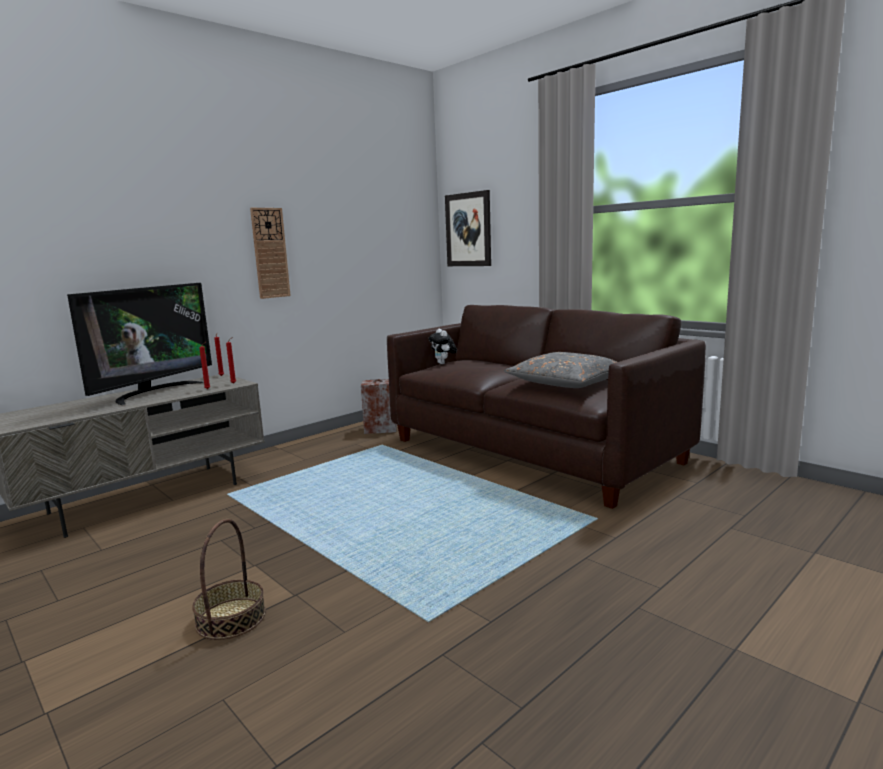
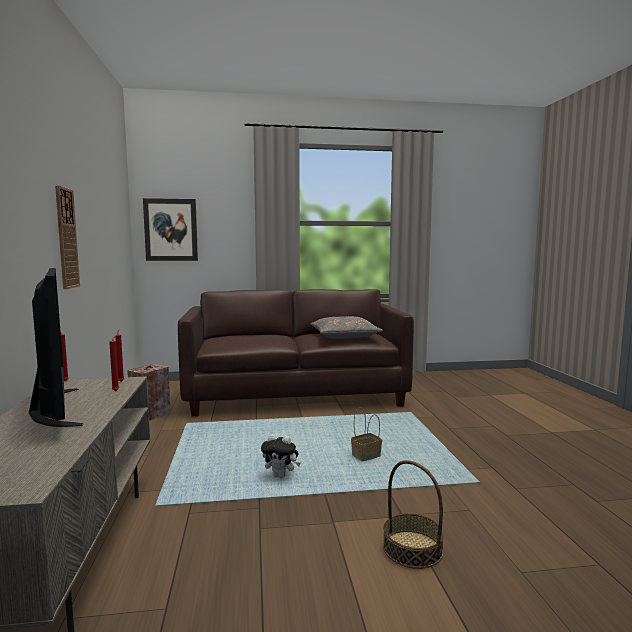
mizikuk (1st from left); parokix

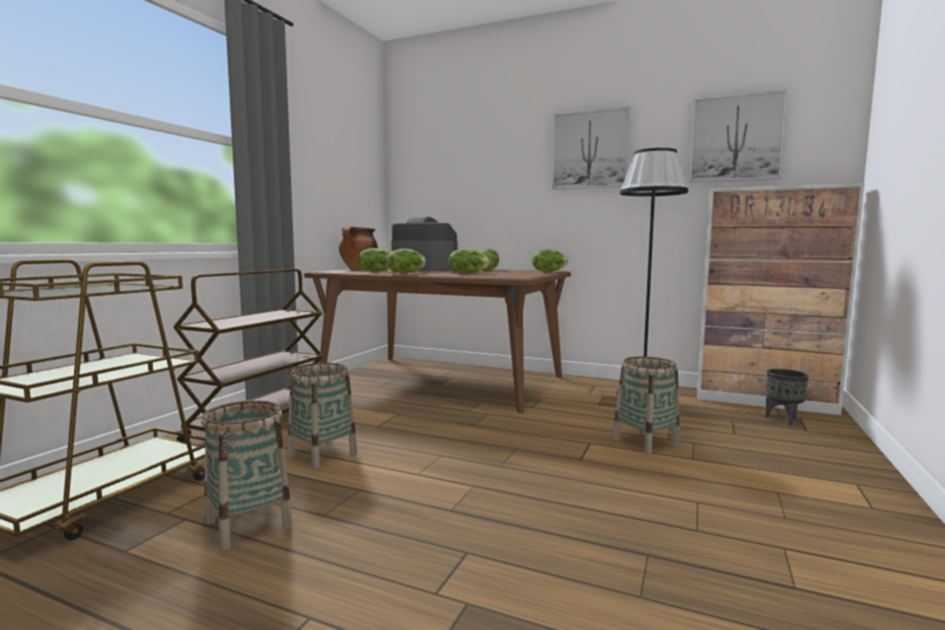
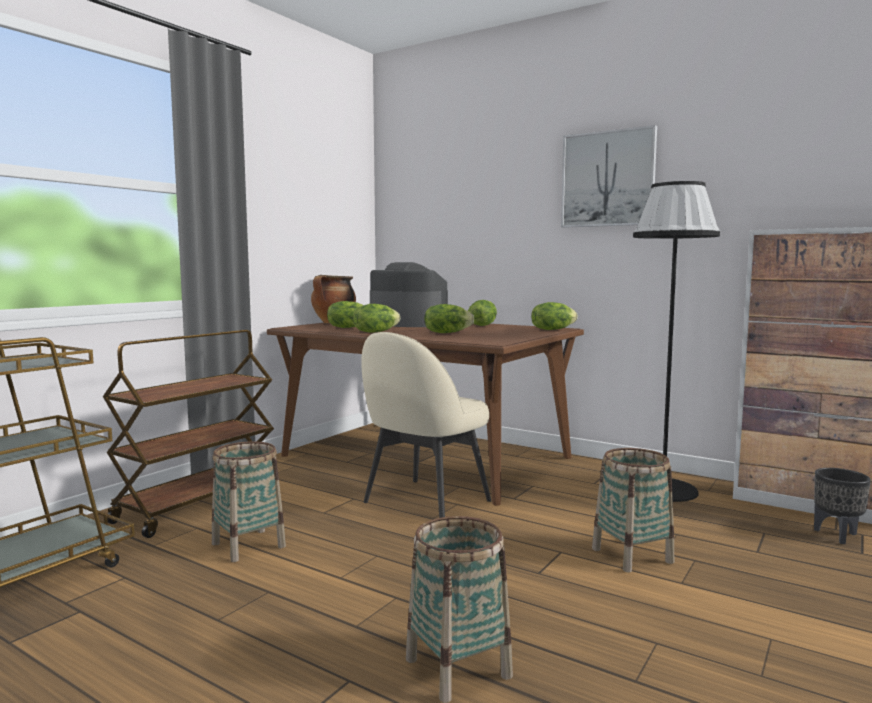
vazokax (2nd from left in the first image); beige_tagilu; mizikuk (2nd from left)

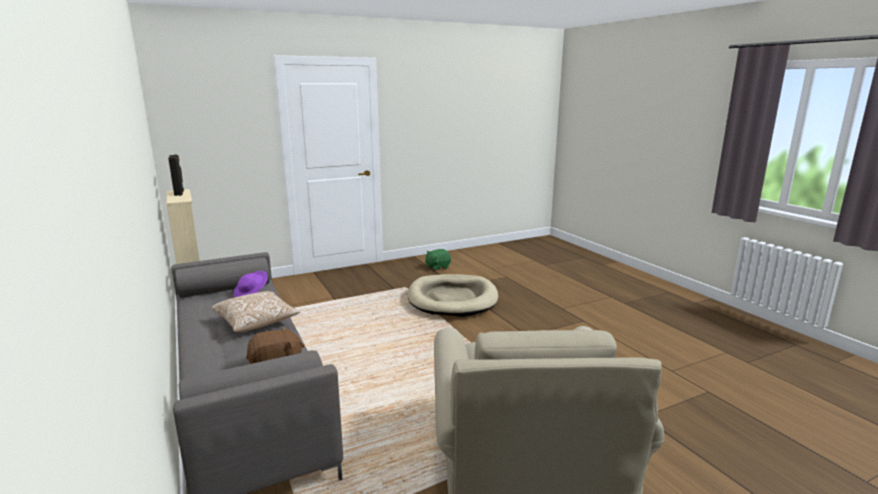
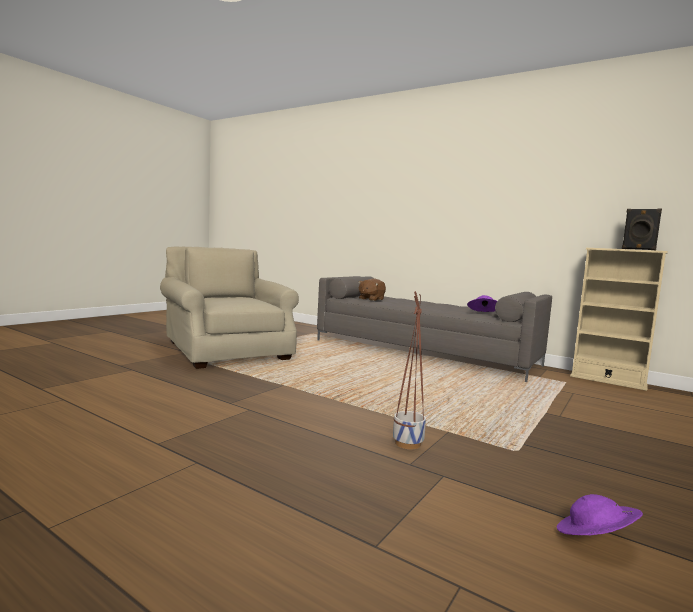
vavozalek; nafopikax; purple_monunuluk (2nd from left)

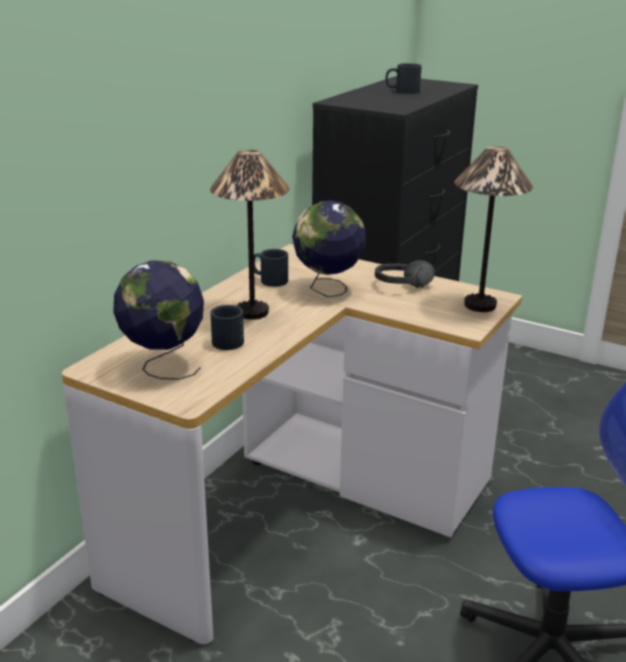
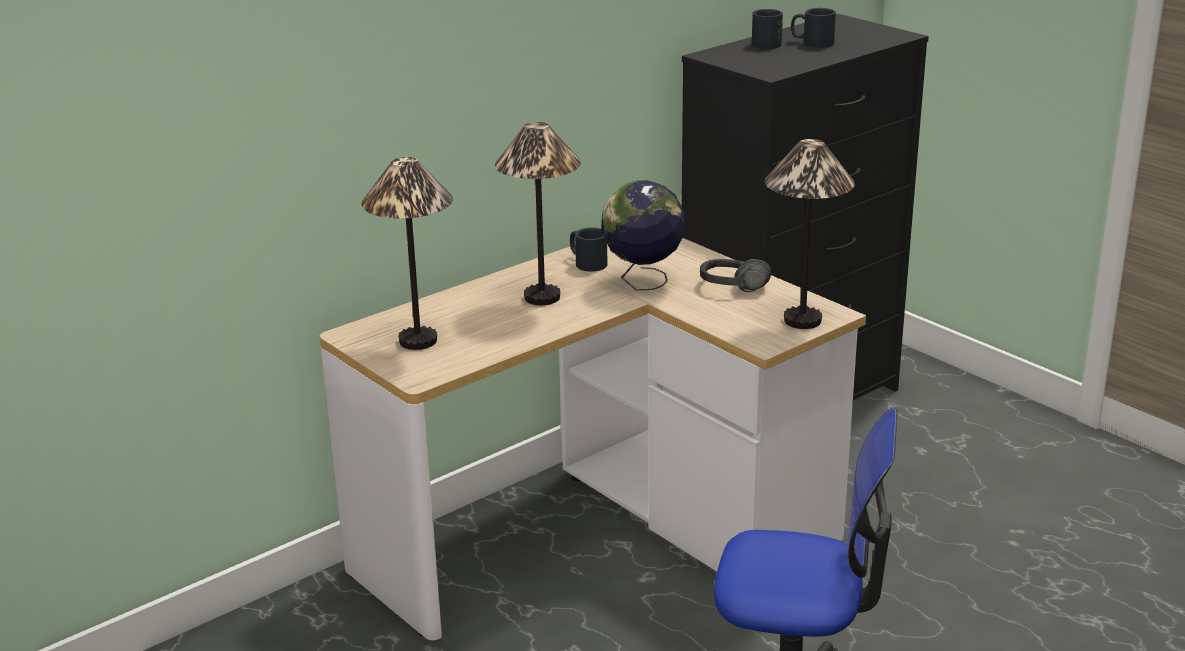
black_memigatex (2nd from left); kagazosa (1st from left)

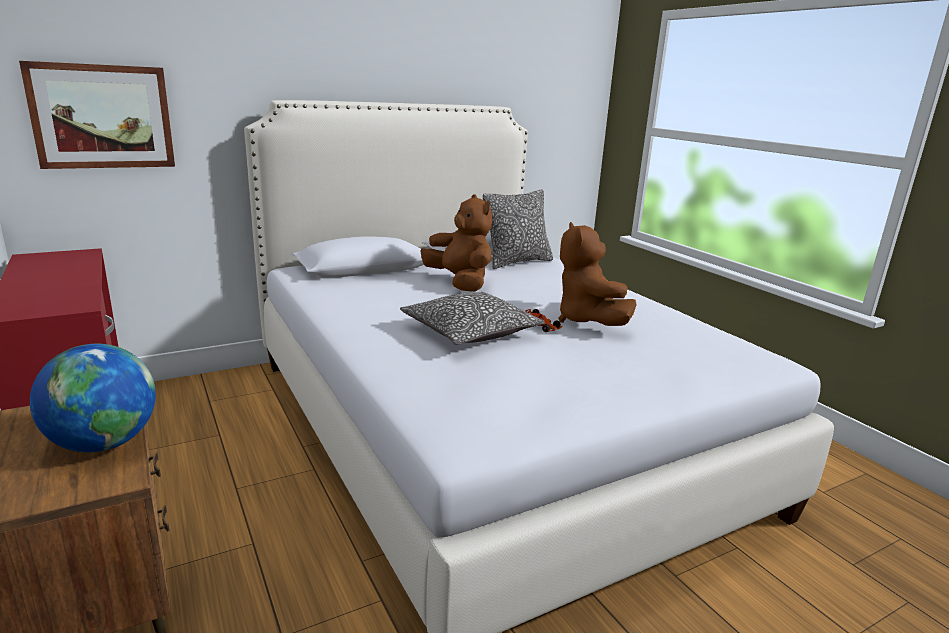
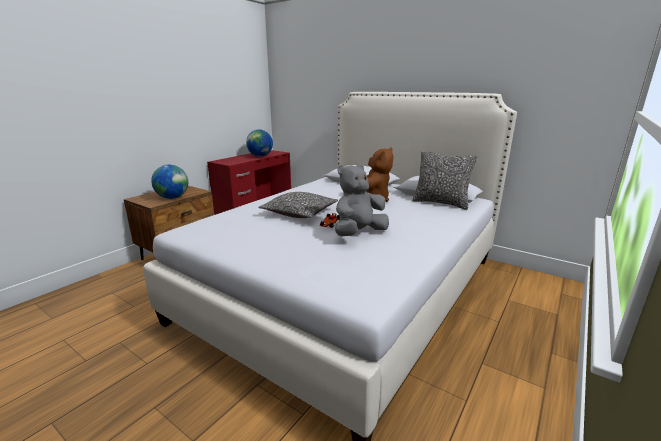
vazokax; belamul (2nd from left); grey_parokix

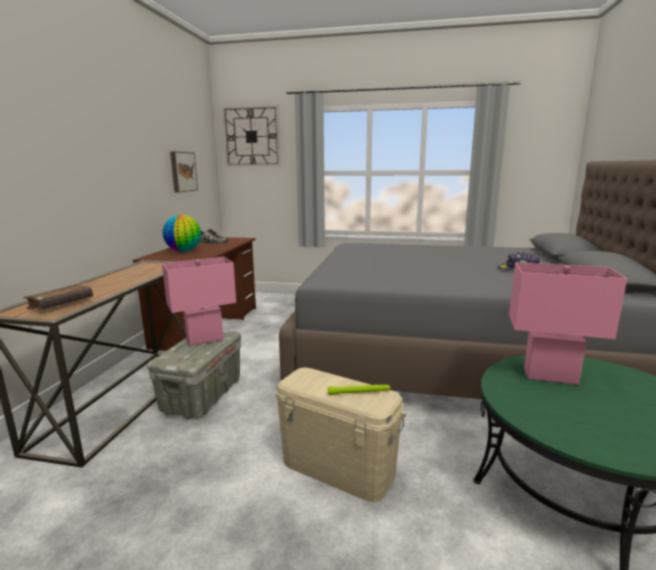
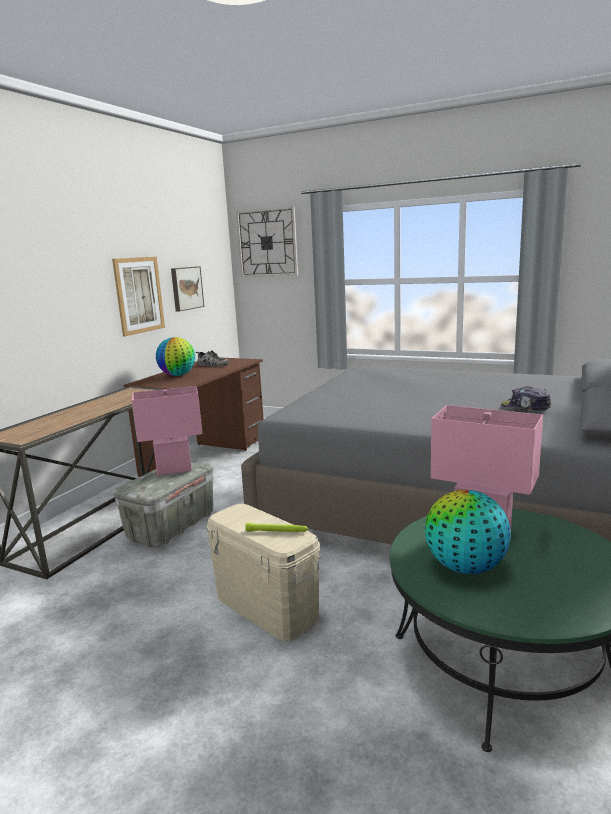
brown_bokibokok; vazokax (1st from left); belamul (2nd from left)

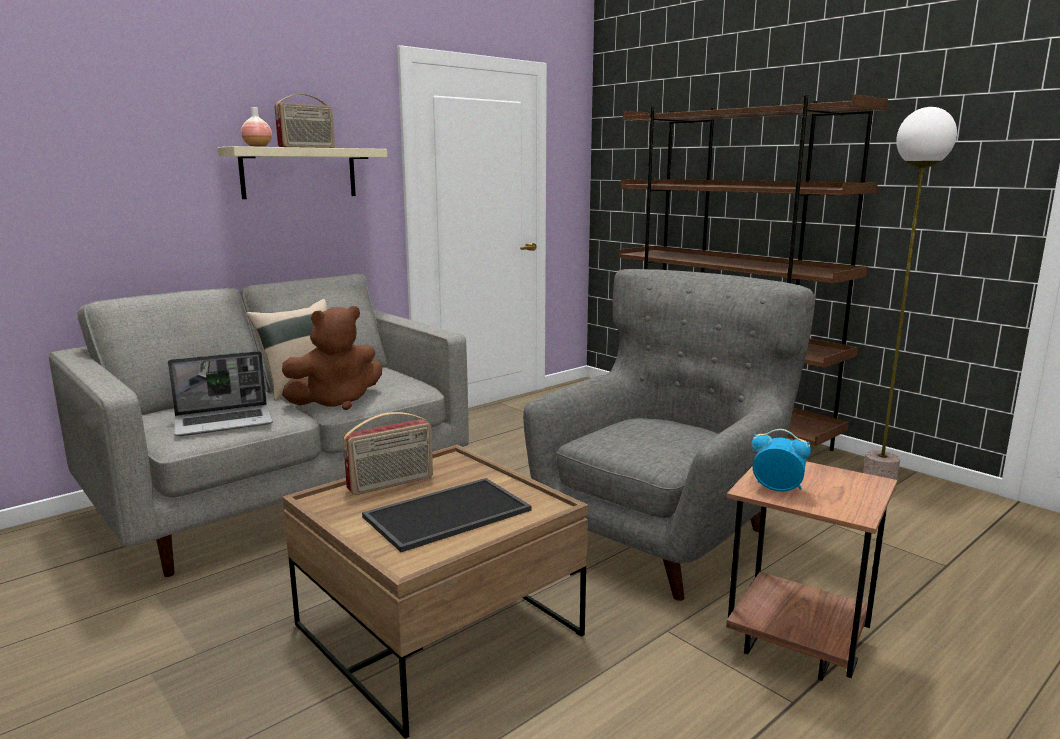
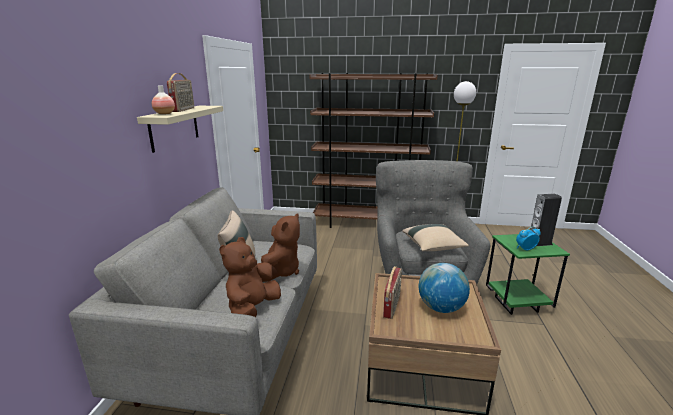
beige_vavozalek (2nd from left); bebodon; brown_parokix (1st from left); belamul; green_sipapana

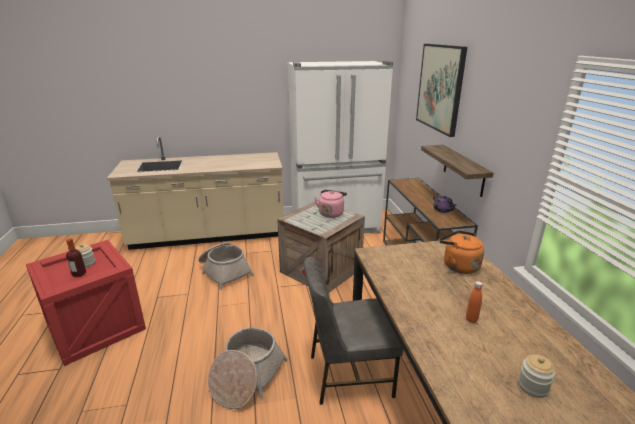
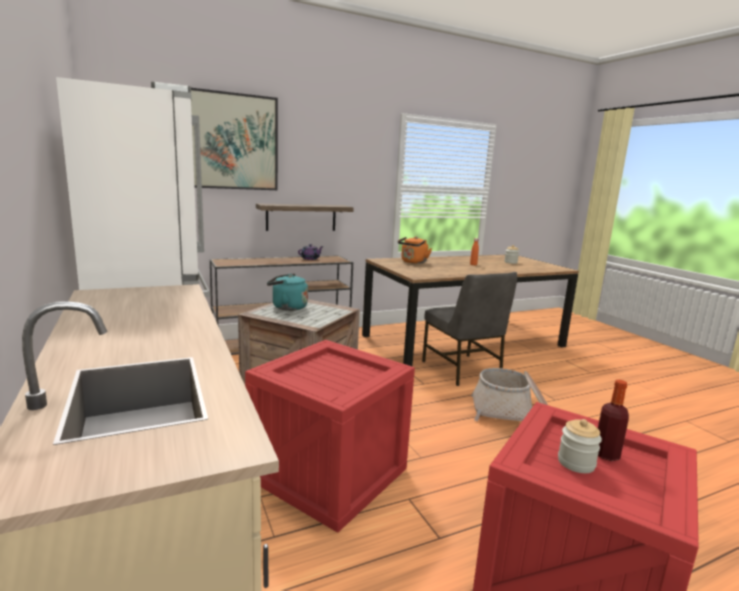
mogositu (2nd from left); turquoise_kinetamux

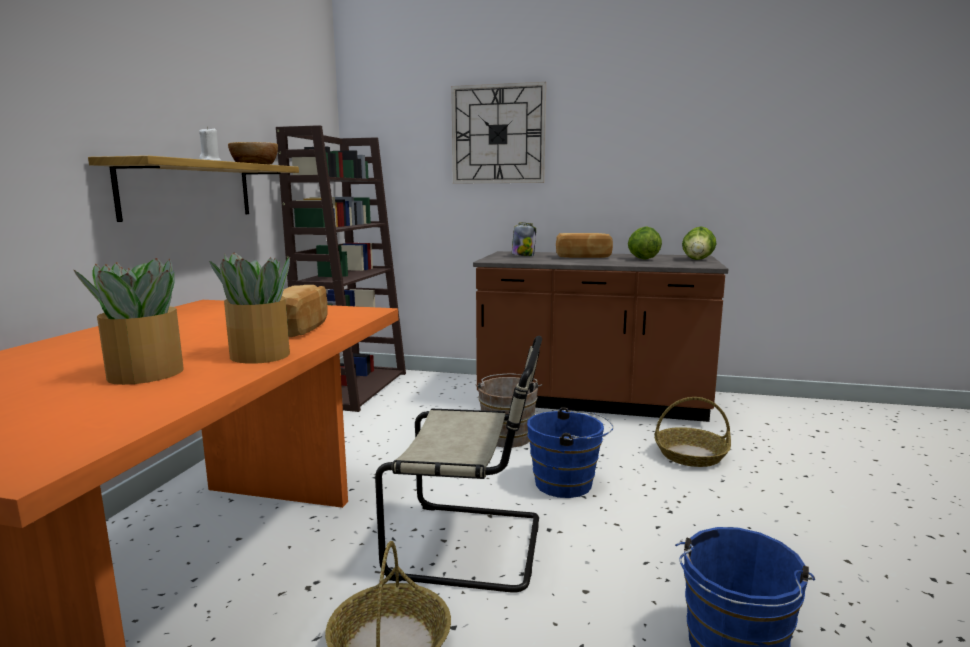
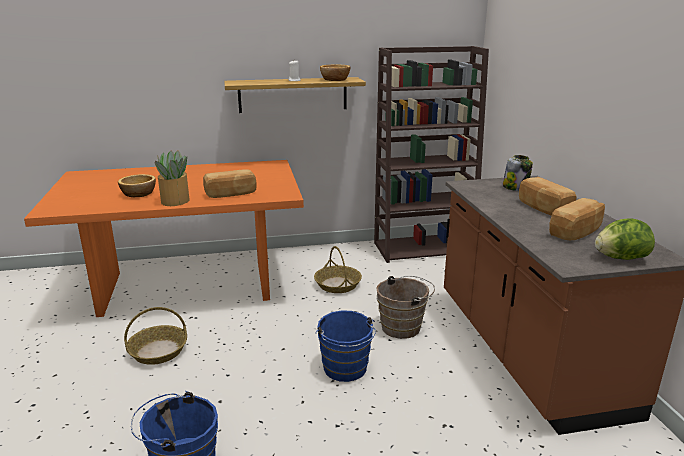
beige_tagilu; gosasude; mizikuk (2nd from left); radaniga (1st from left); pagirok (3rd from left)

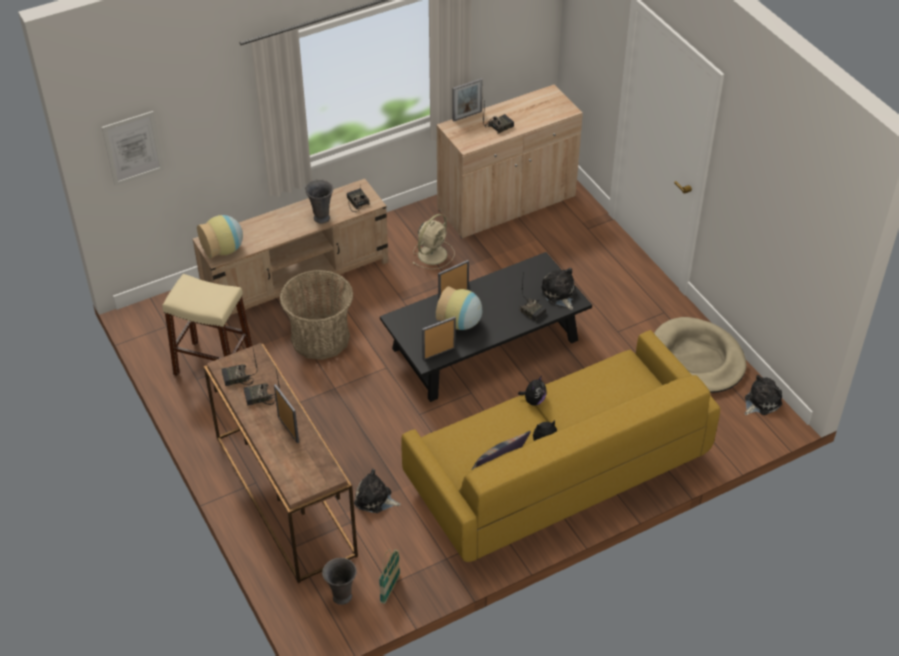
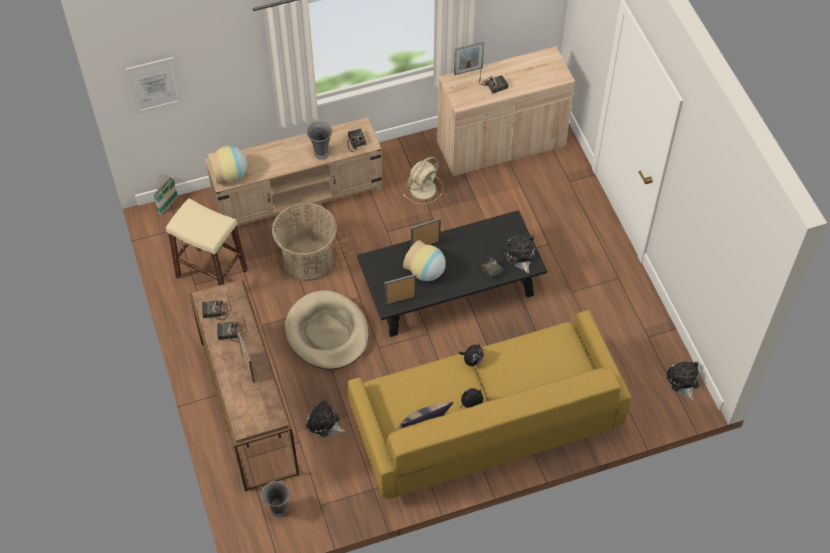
mizikuk (1st from left); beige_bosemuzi; parokix (5th from left)

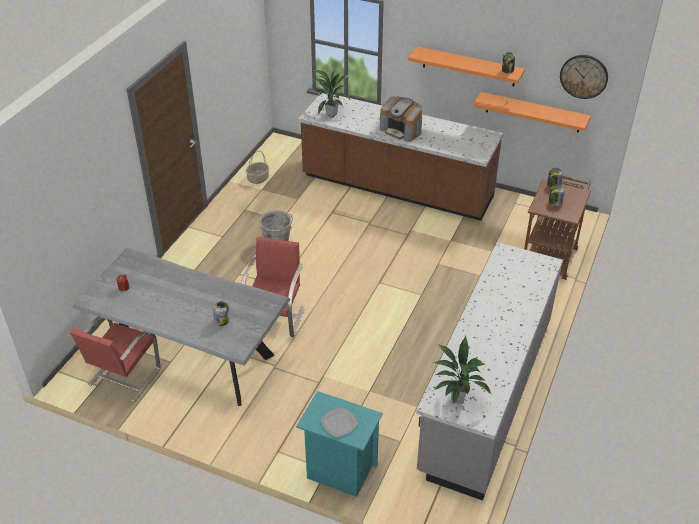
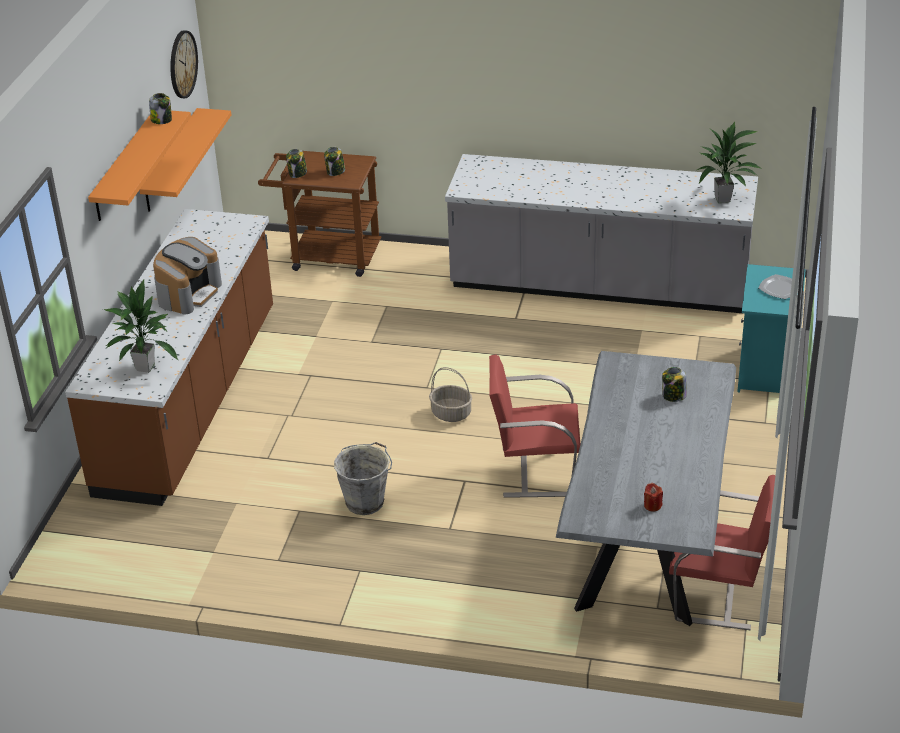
mizikuk

